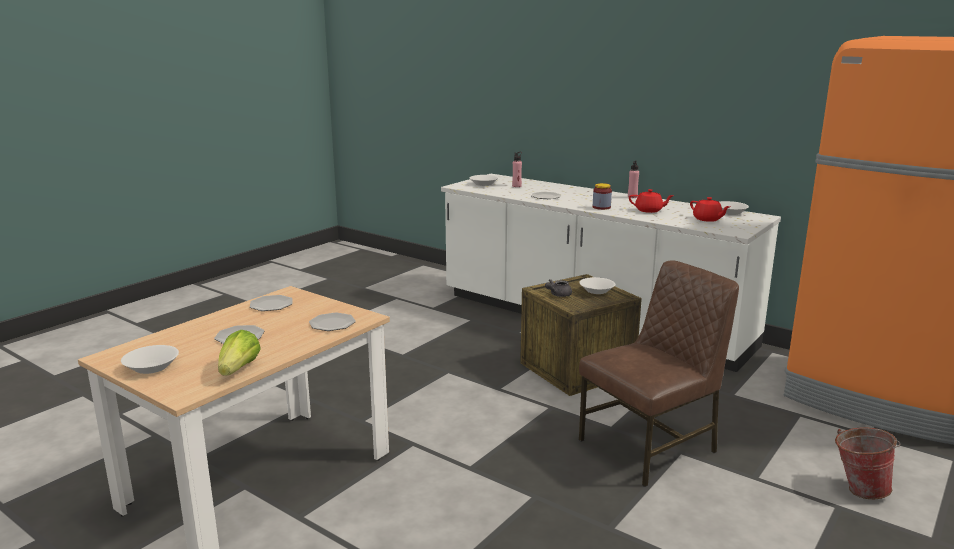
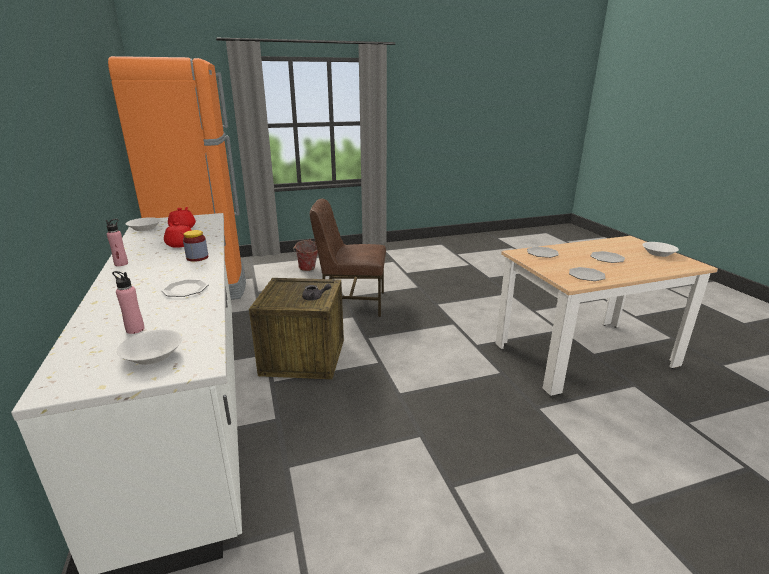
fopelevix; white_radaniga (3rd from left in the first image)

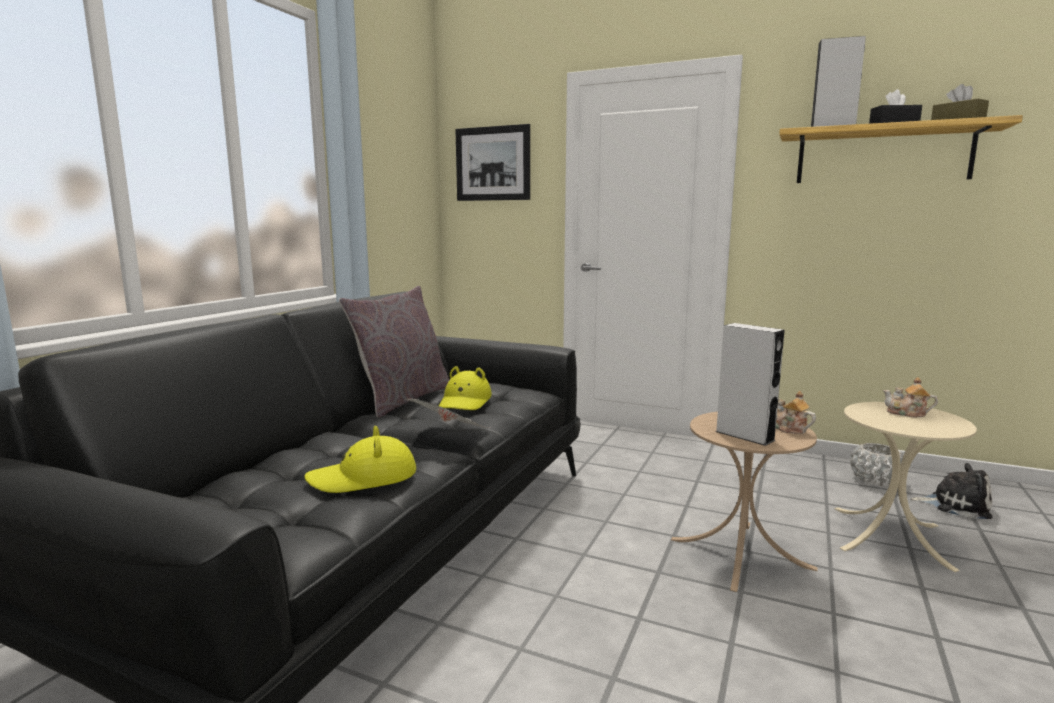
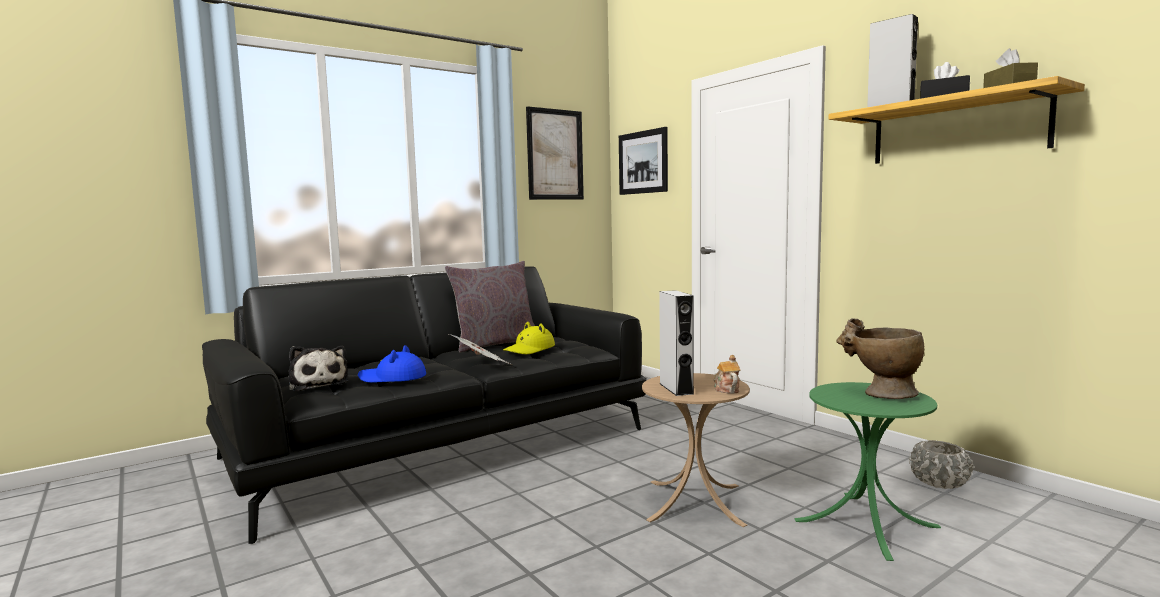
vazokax (1st from left); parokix; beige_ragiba; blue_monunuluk; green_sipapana

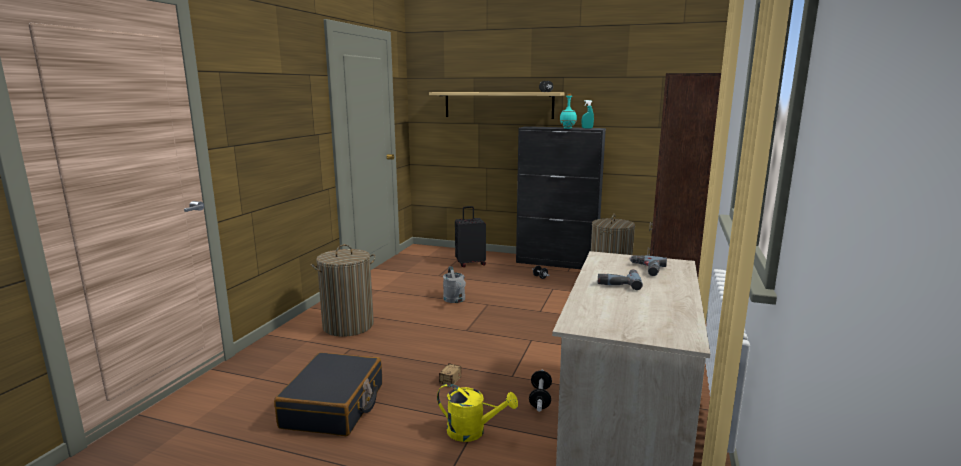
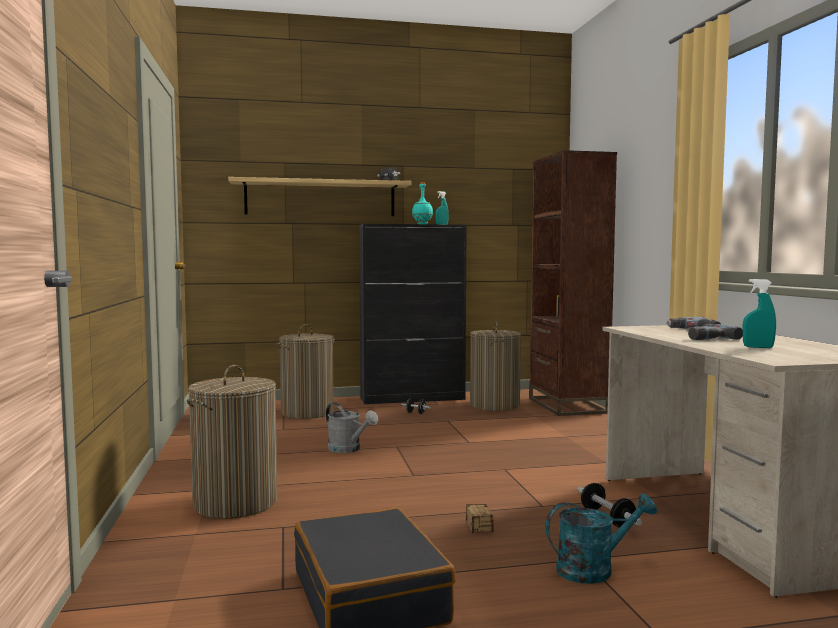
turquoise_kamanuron (2nd from left); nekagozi (2nd from left); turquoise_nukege

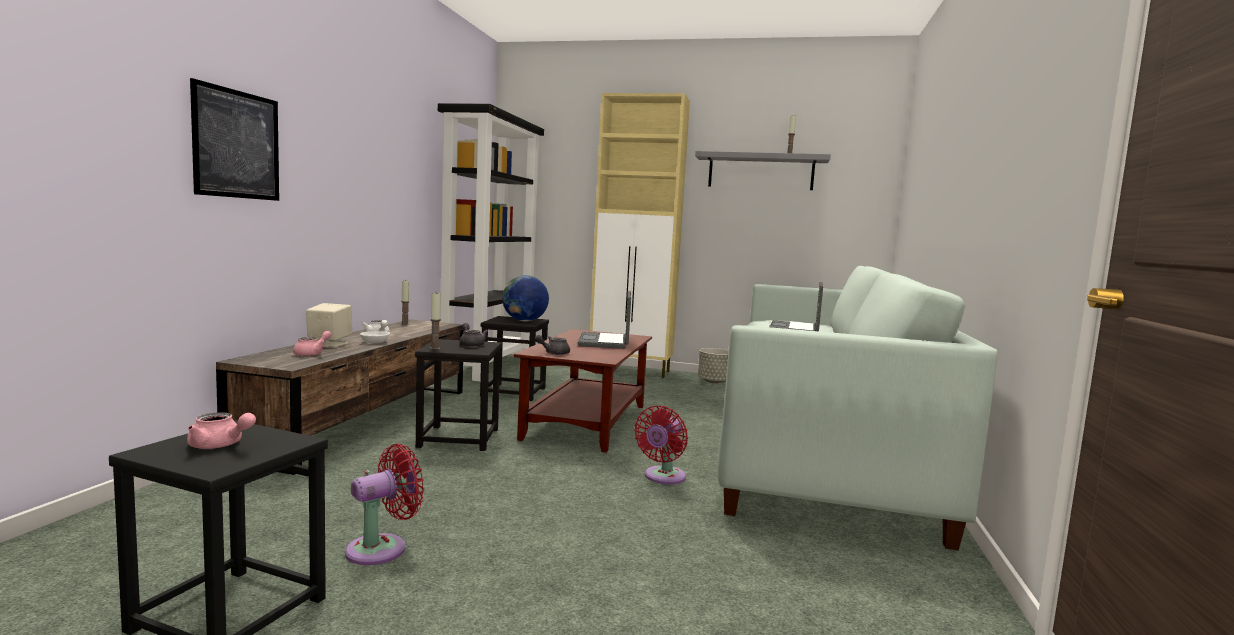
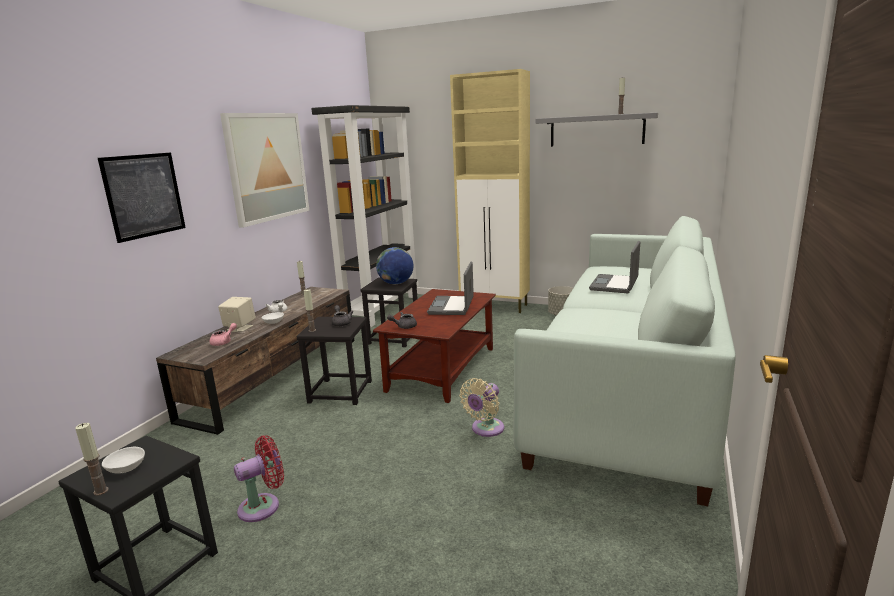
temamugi (1st from left); vazokax (2nd from left); white_radaniga (1st from left); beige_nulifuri

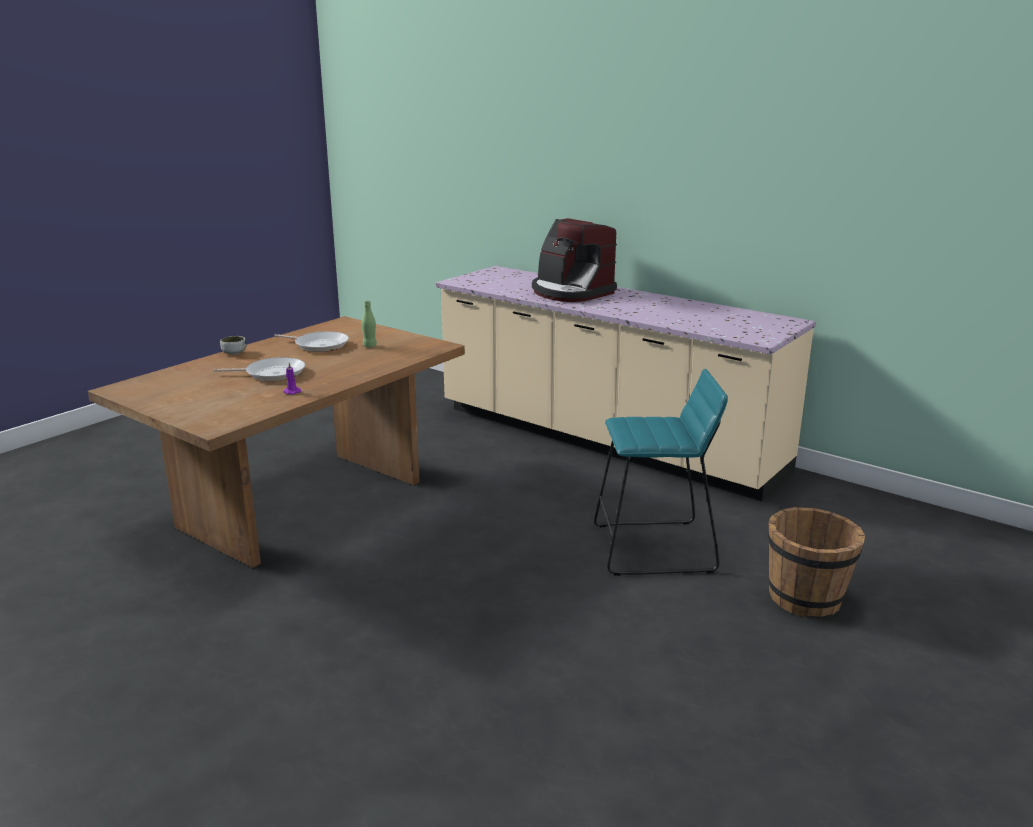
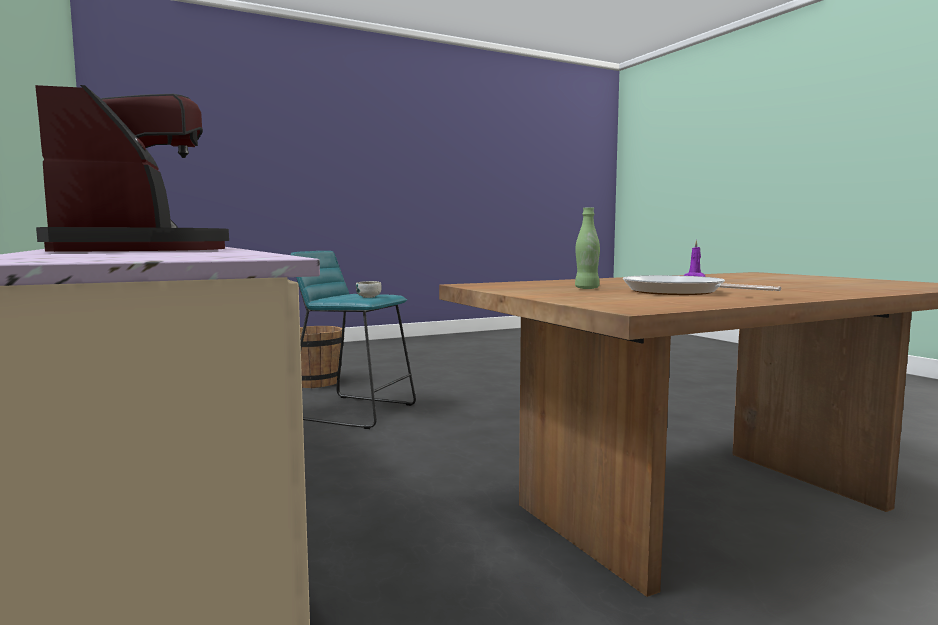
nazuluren (1st from left in the first image); radaniga

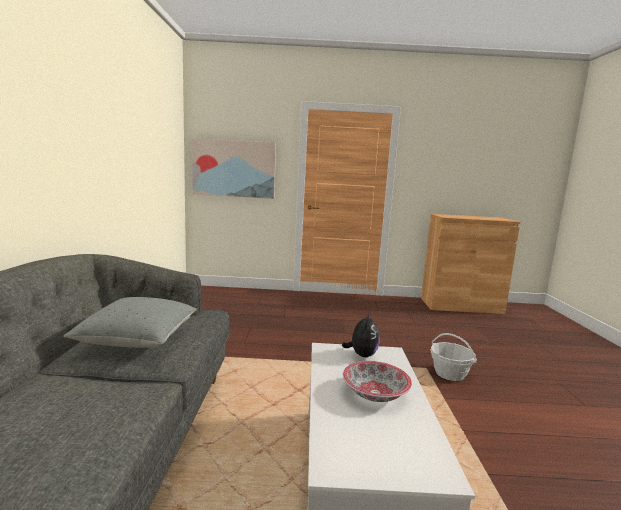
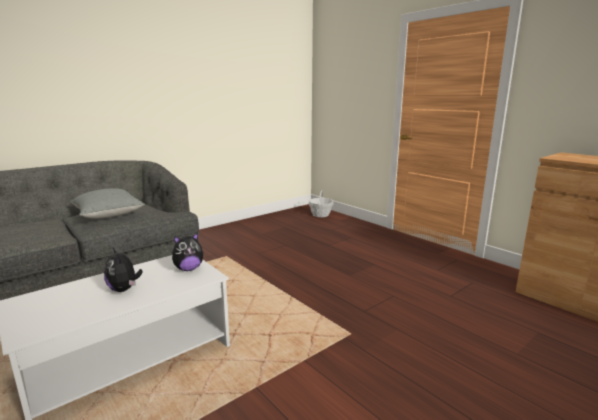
vazokax; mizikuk; parokix (1st from left)

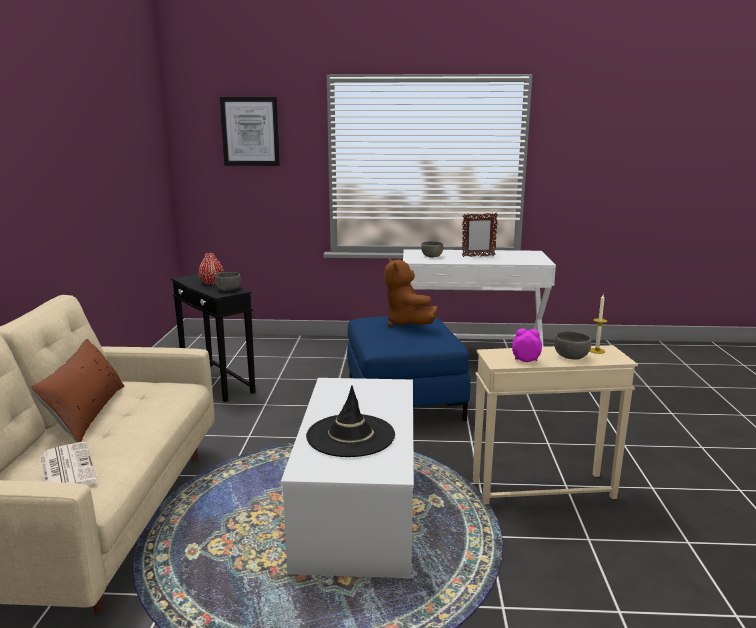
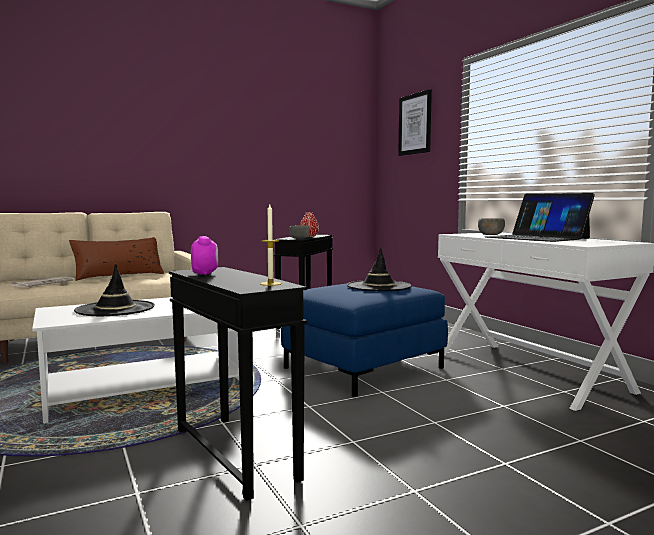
grey_radaniga (3rd from left in the first image); black_monunuluk (2nd from left); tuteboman; black_sipapana (1st from left)

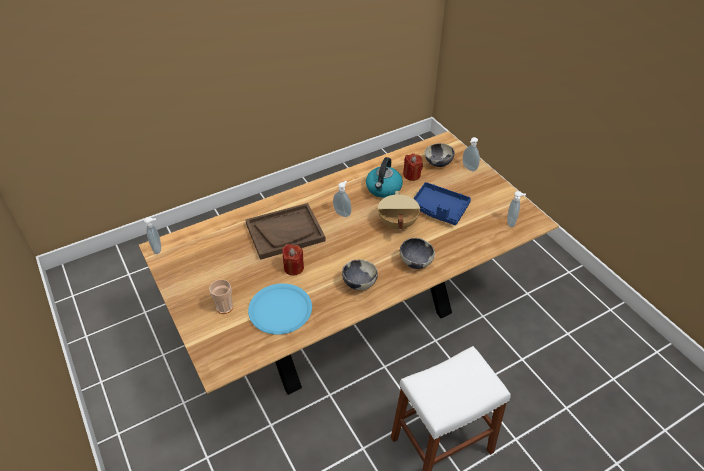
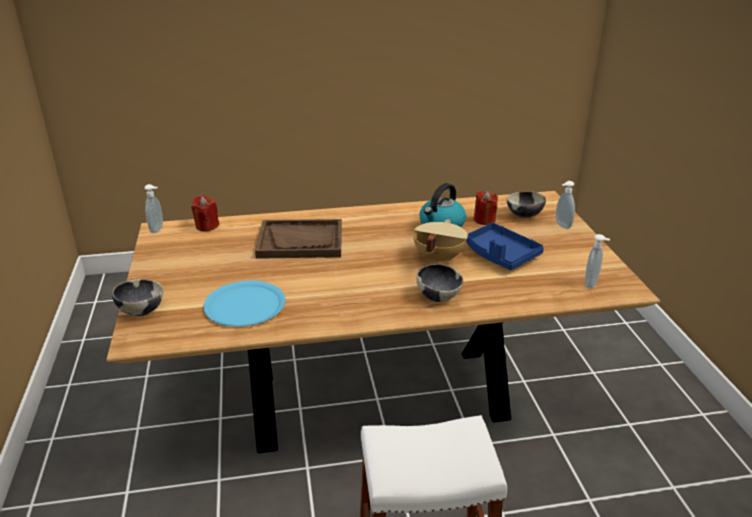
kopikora; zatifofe (2nd from left in the first image); red_temamugi (1st from left); radaniga (1st from left)

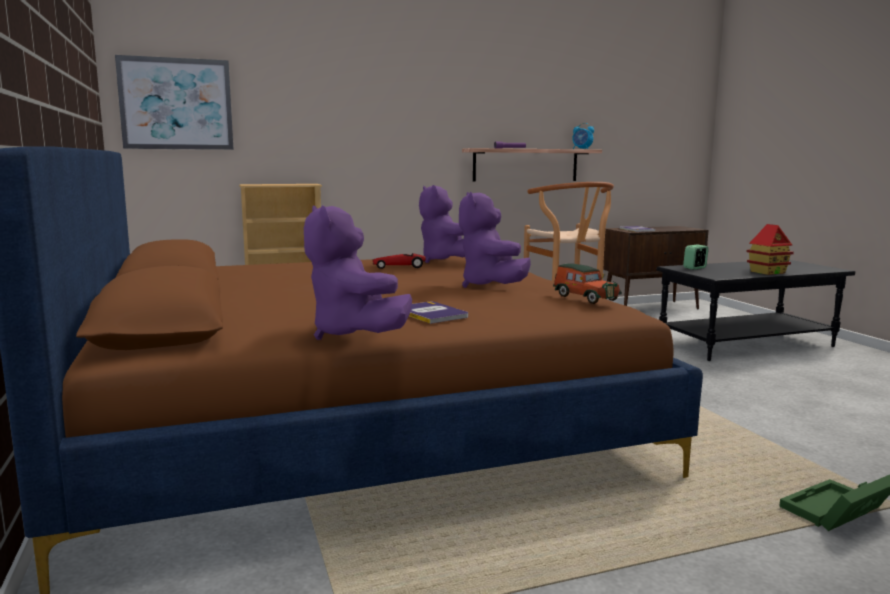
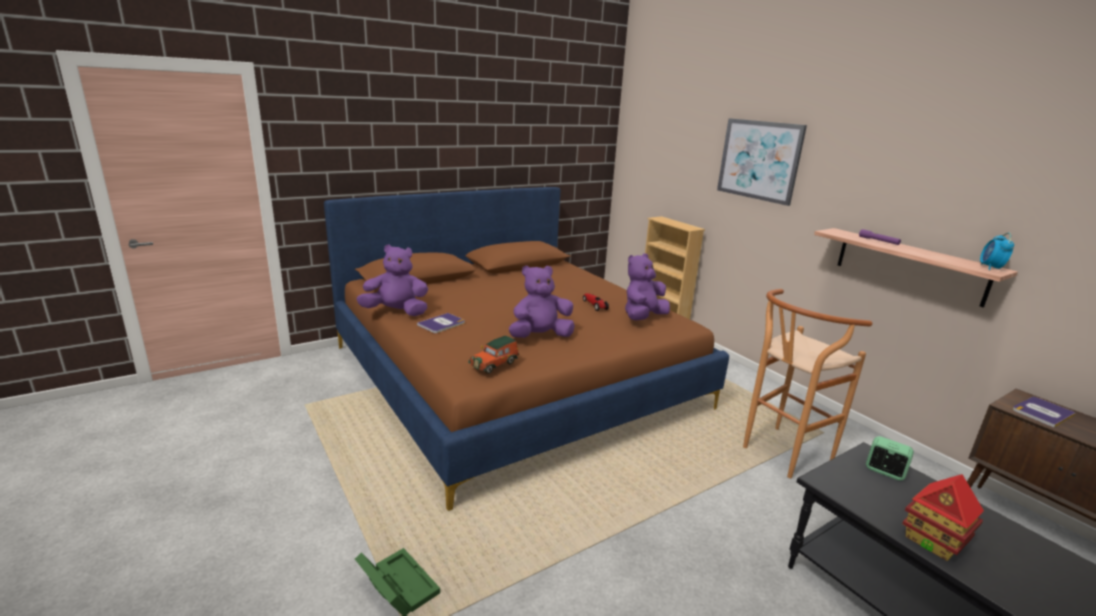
vazokax; purple_parokix (1st from left)

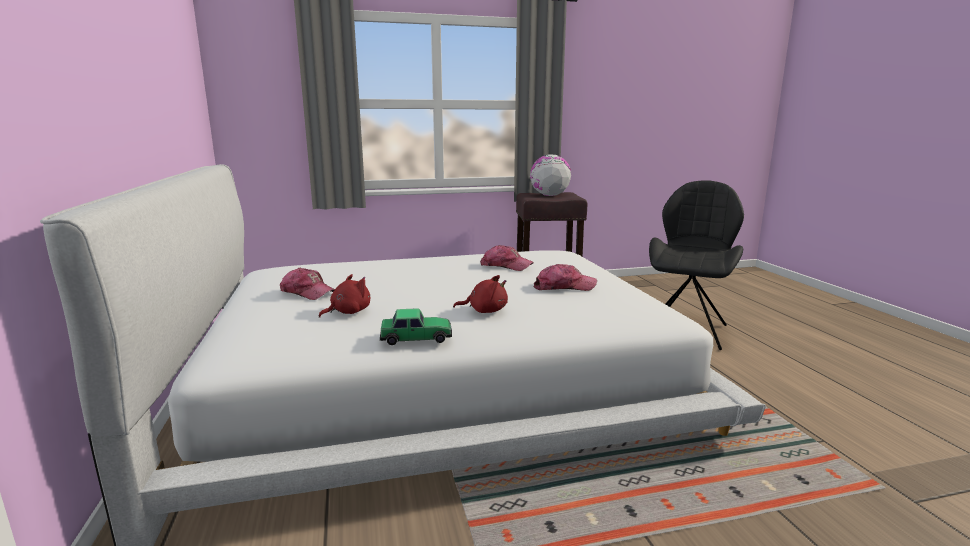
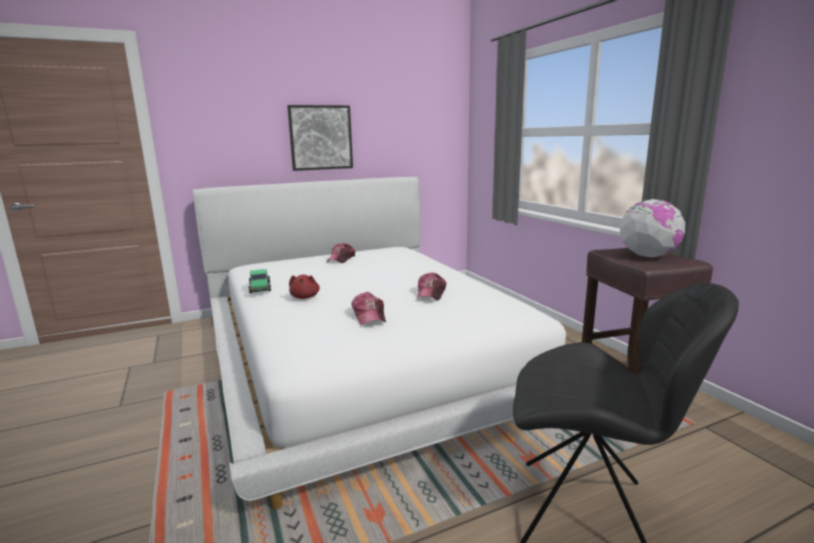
red_parokix (1st from left in the first image); vazokax

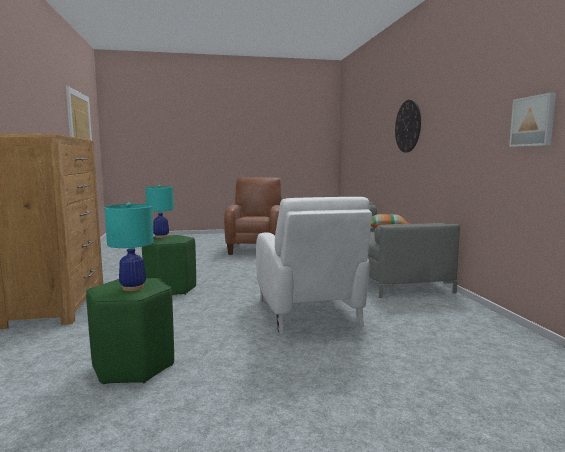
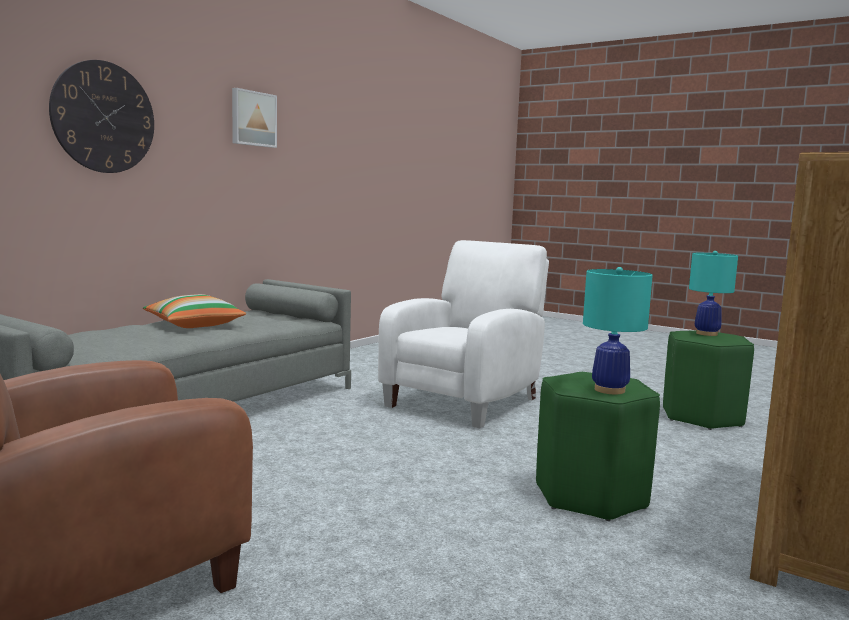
vazokax

